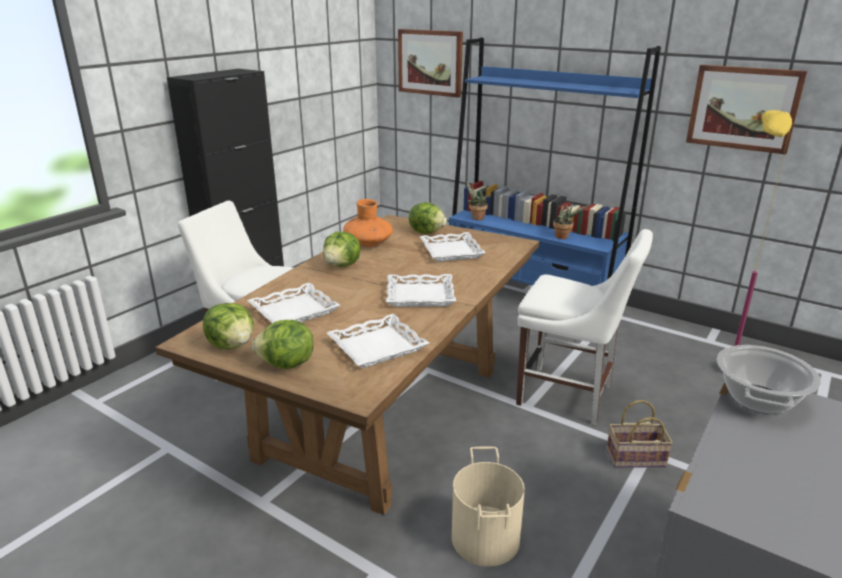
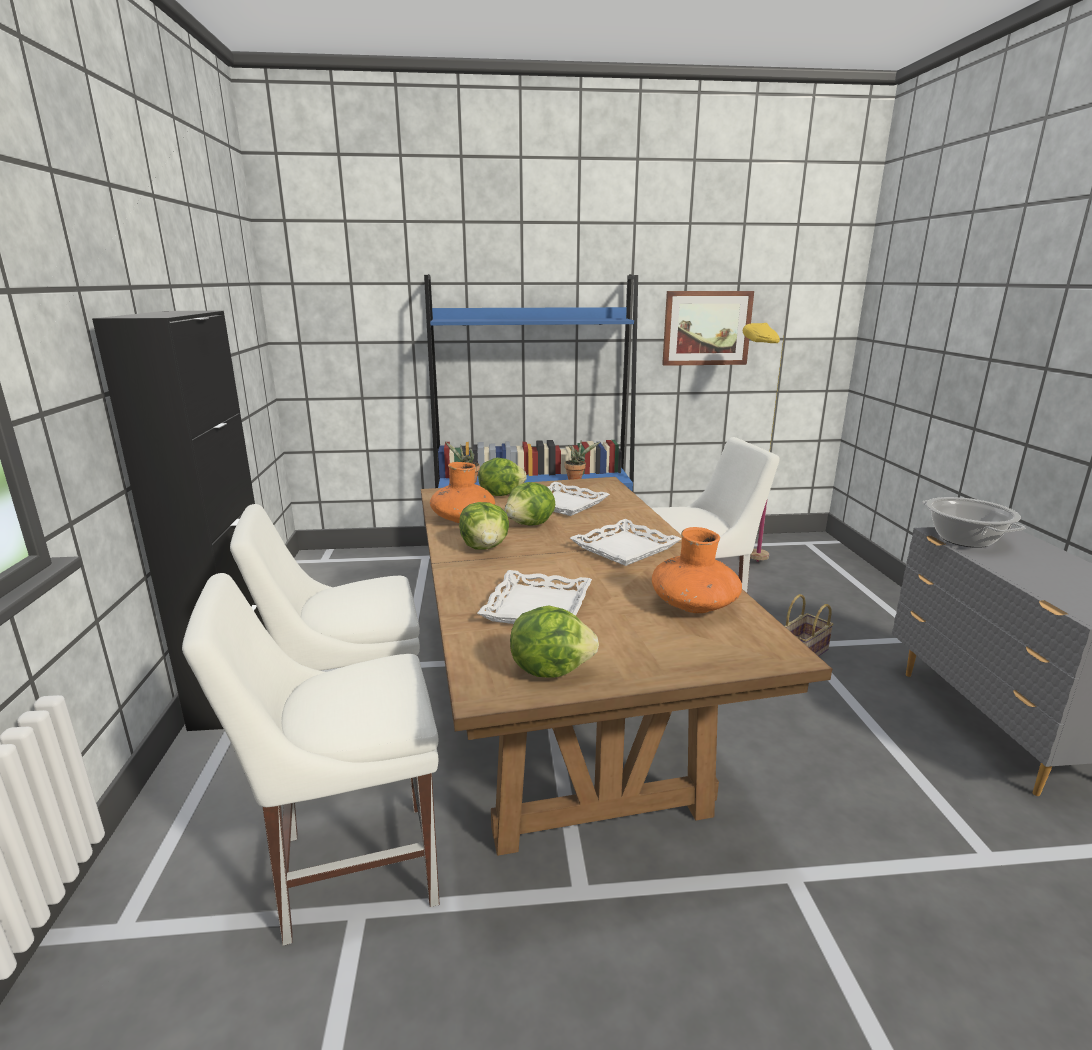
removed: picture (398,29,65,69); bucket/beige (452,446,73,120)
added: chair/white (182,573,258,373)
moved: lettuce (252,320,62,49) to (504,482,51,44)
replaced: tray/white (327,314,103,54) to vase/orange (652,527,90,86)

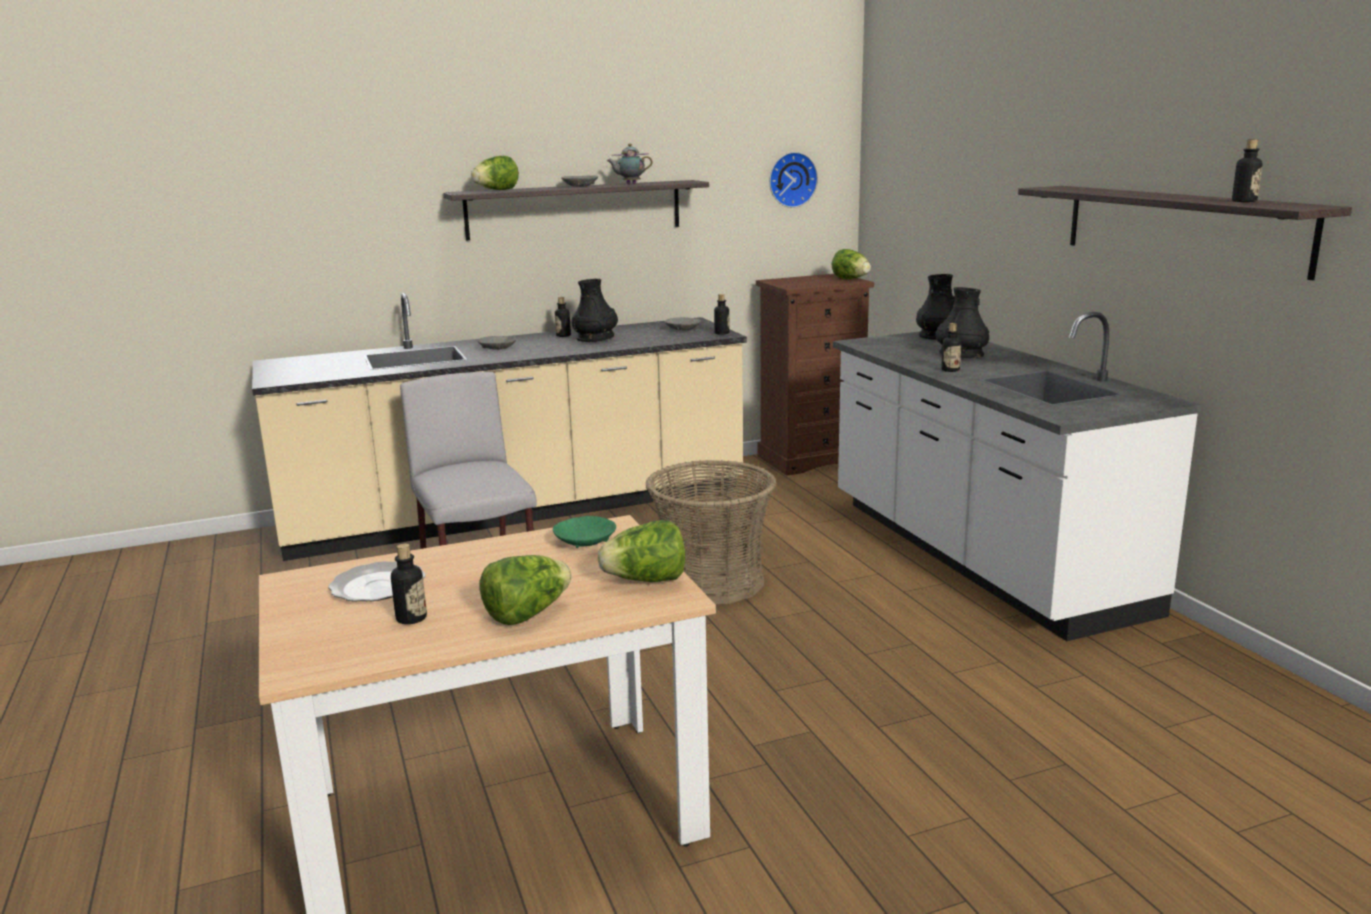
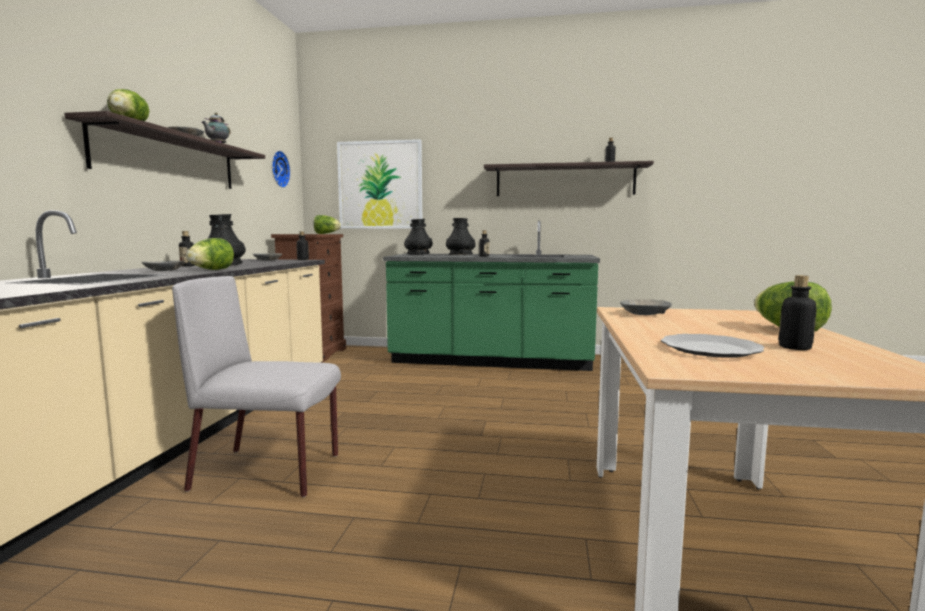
removed: basket (646,460,130,144)
added: picture (337,139,85,90)
moved: lettuce (598,520,87,62) to (186,238,48,32)
recoloured: counter/white (833,312,368,329) to counter/green (383,220,217,151); bowl/green (553,516,63,32) to bowl/grey (620,299,52,16)

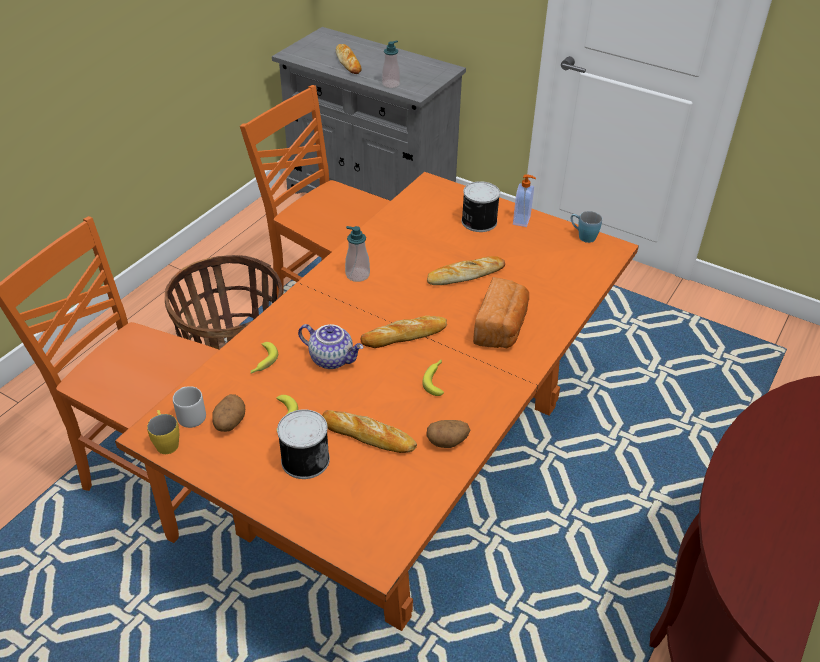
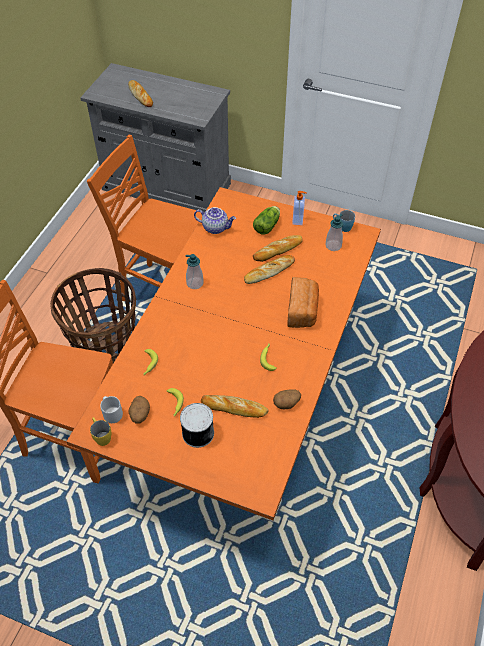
moved: teapot (298,324,66,45) to (194,207,42,27); bread (361,316,86,32) to (253,235,50,27); soap dispenser (382,40,18,48) to (326,214,17,37)
replaced: can (462,181,38,51) to lettuce (253,206,27,29)

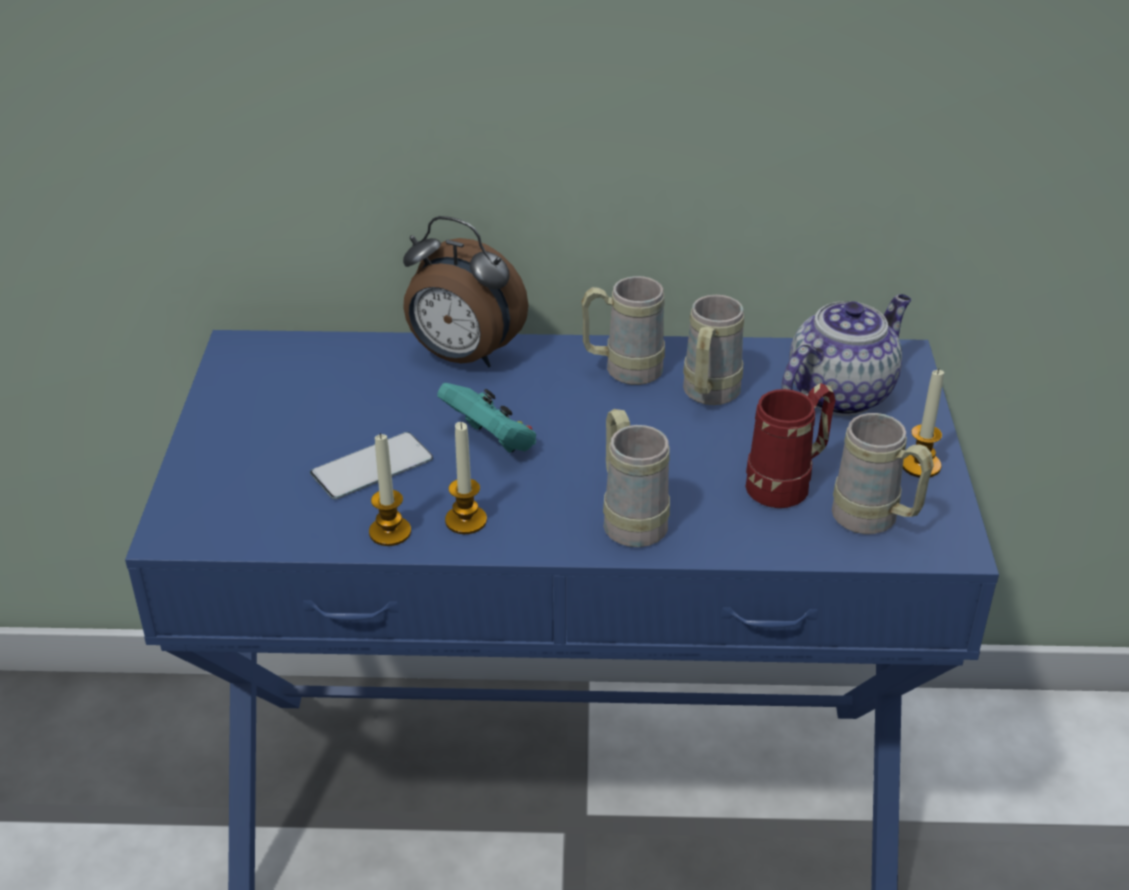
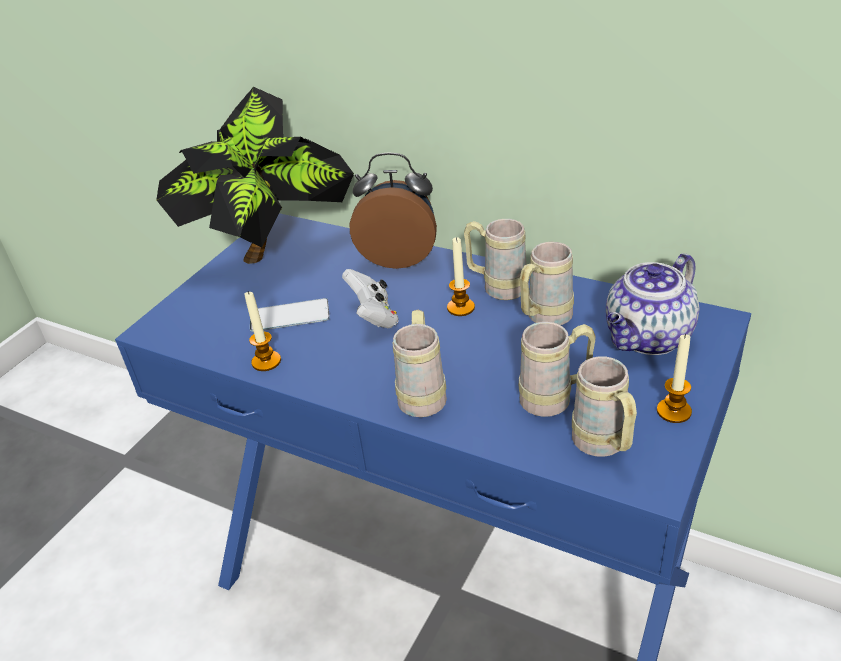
added: potted plant (156,87,198,177)
moved: candle (445,422,42,112) to (447,237,28,79)
recoloured: game controller/turquoise (437,383,99,70) to game controller/white (342,269,57,59); mug/red (745,383,90,125) to mug/beige (519,322,77,95)
turned: alarm clock (403,216,125,151) = (350,153,87,116) 135 degrees clockwise; teapot (781,294,130,122) = (606,253,93,102) 150 degrees clockwise

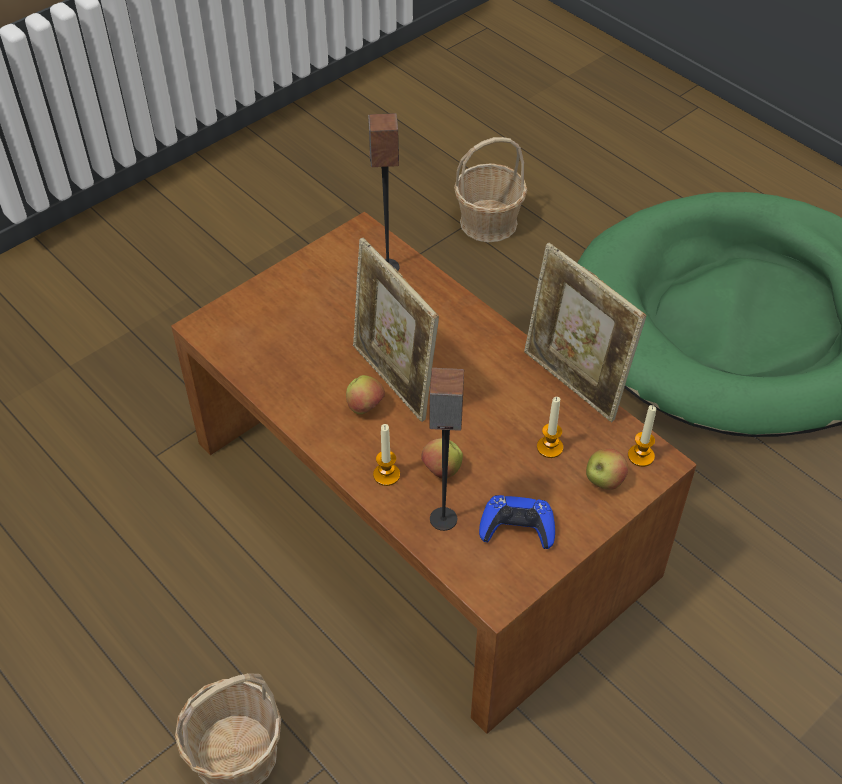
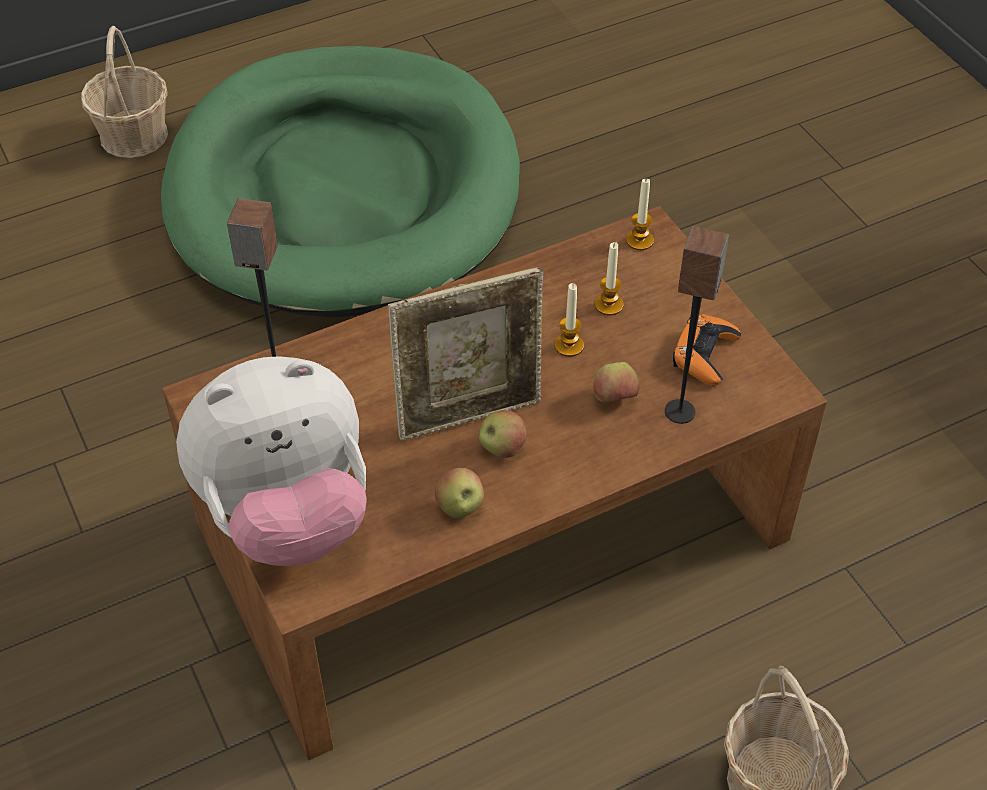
removed: picture frame (524,243,122,179)
added: plush toy (176,356,191,210)
moved: basket (454,137,73,105) to (81,26,87,132); apple (586,449,42,41) to (435,468,49,51); candle (373,424,27,62) to (554,283,30,74)
recoloured: game controller/blue (479,495,76,54) to game controller/orange (673,314,68,72)

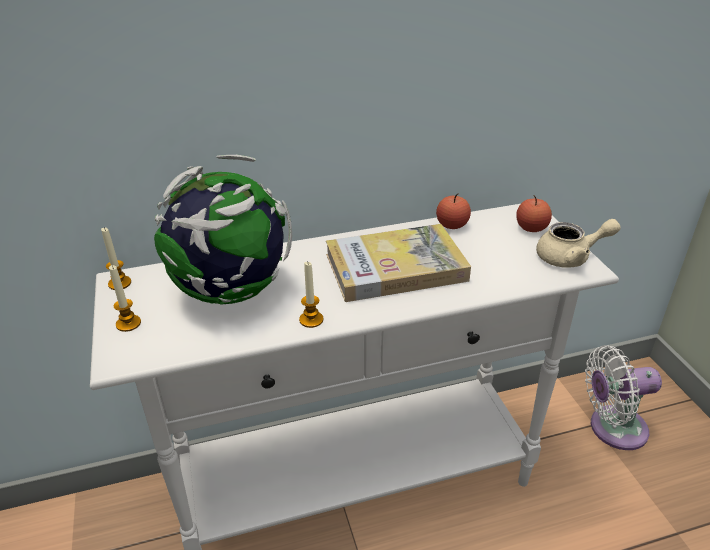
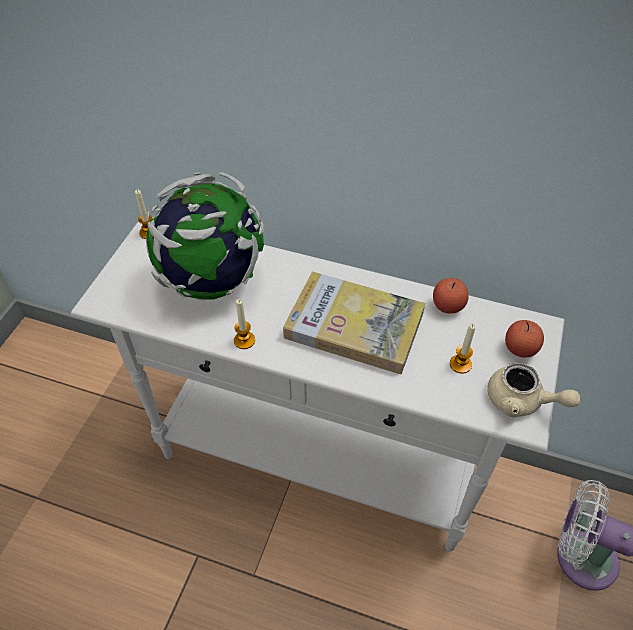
moved: candle (109,265,32,67) to (450,323,26,51)

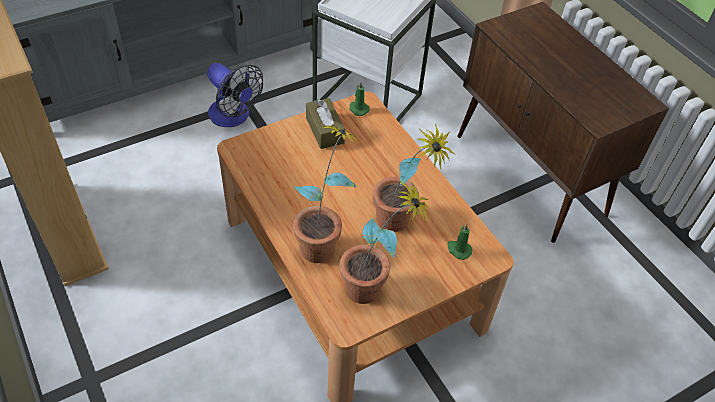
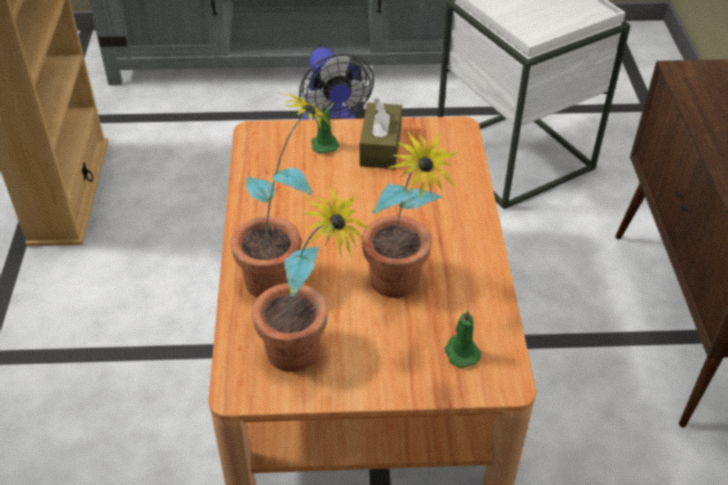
moved: candle/green (349,82,21,34) to (311,101,28,53)

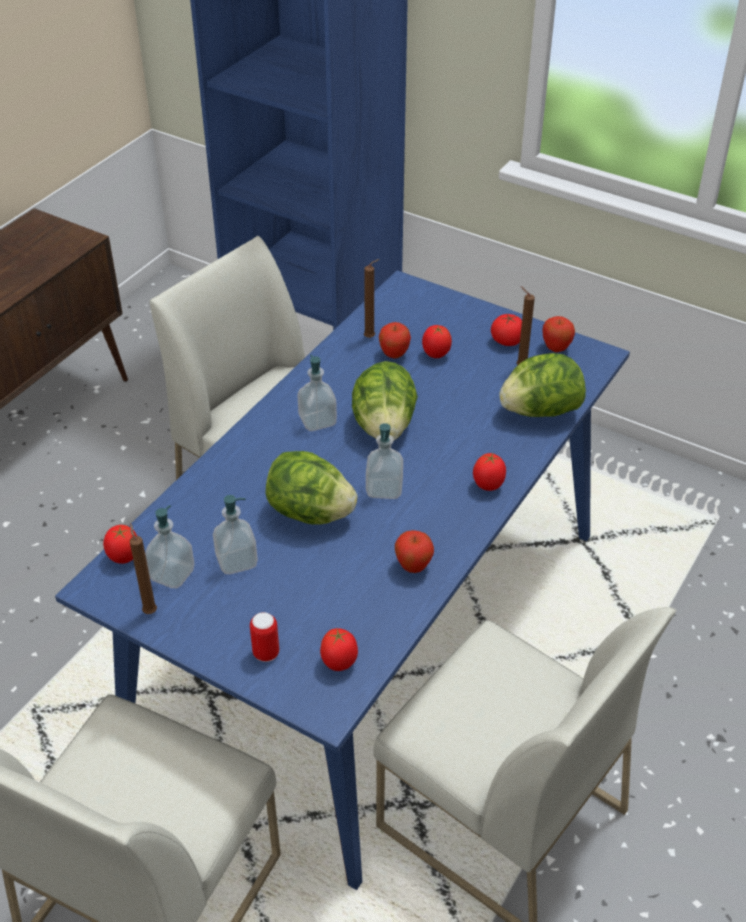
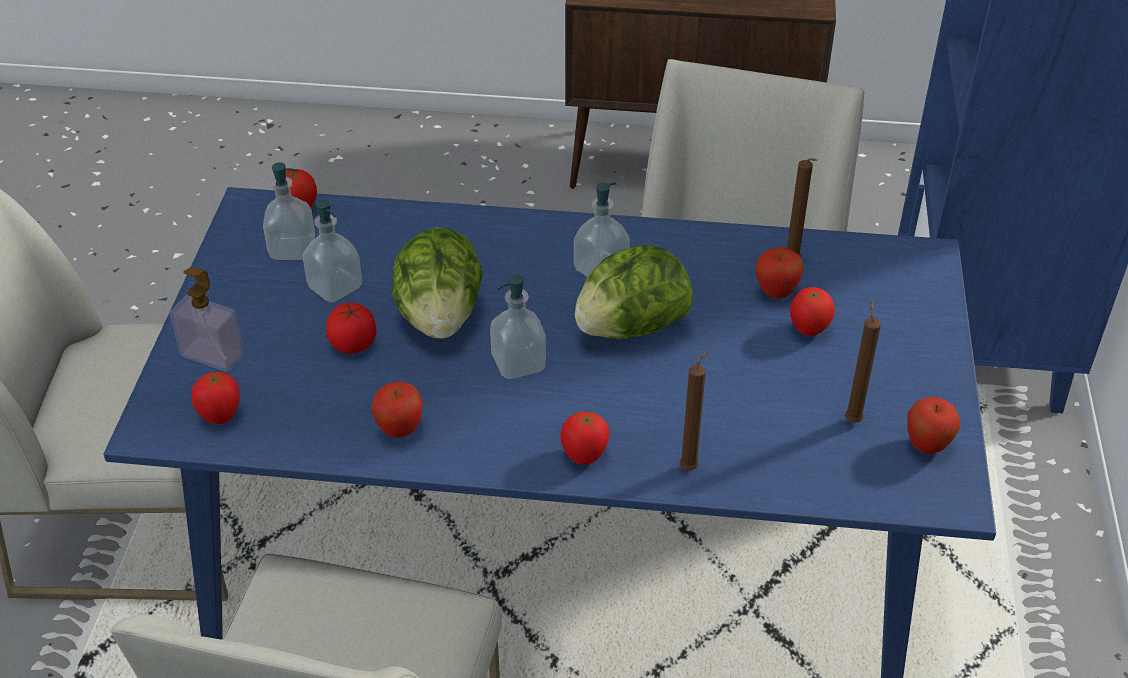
removed: lettuce (500,353,86,64)
moved: tomato (491,314,31,32) to (326,303,51,51); candle/brown (130,523,27,91) to (679,349,30,121)
replaced: can (250,612,29,50) to soap dispenser (170,267,74,105)

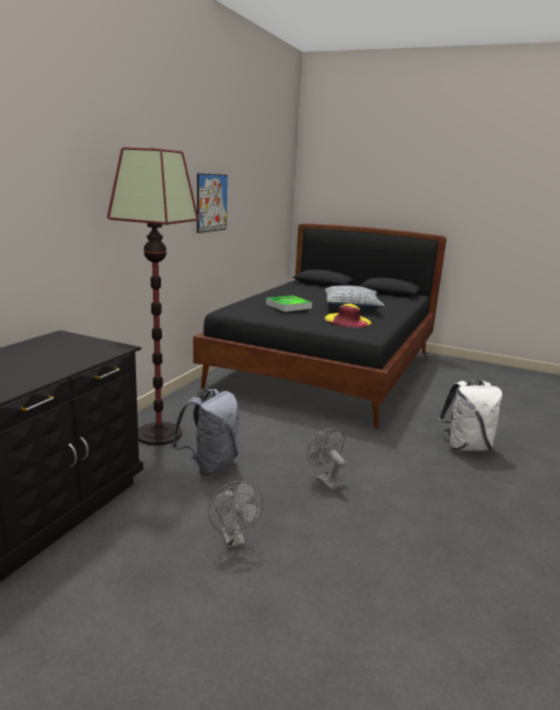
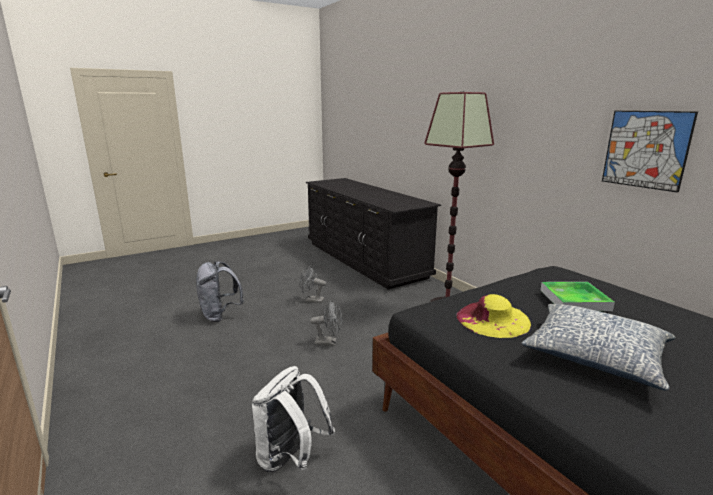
moved: backpack/grey (172,389,68,86) to (196,261,48,61)

